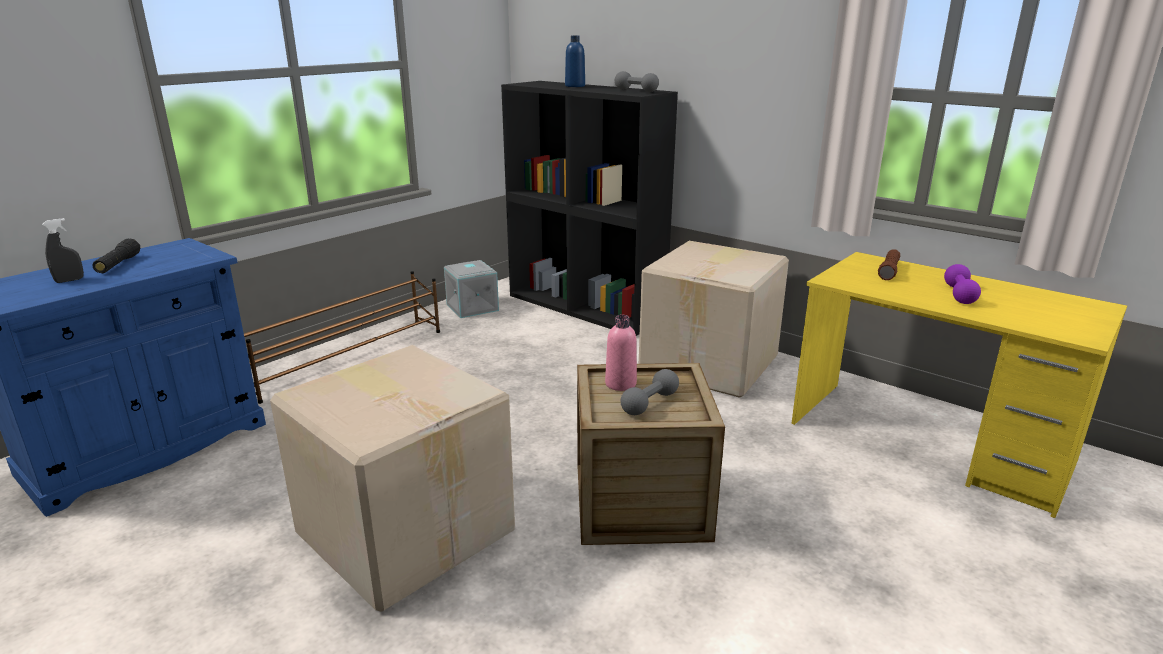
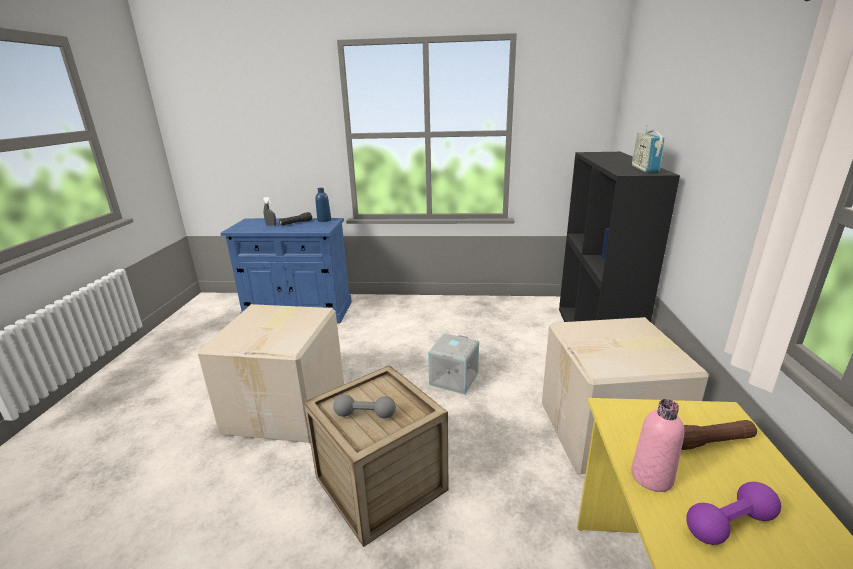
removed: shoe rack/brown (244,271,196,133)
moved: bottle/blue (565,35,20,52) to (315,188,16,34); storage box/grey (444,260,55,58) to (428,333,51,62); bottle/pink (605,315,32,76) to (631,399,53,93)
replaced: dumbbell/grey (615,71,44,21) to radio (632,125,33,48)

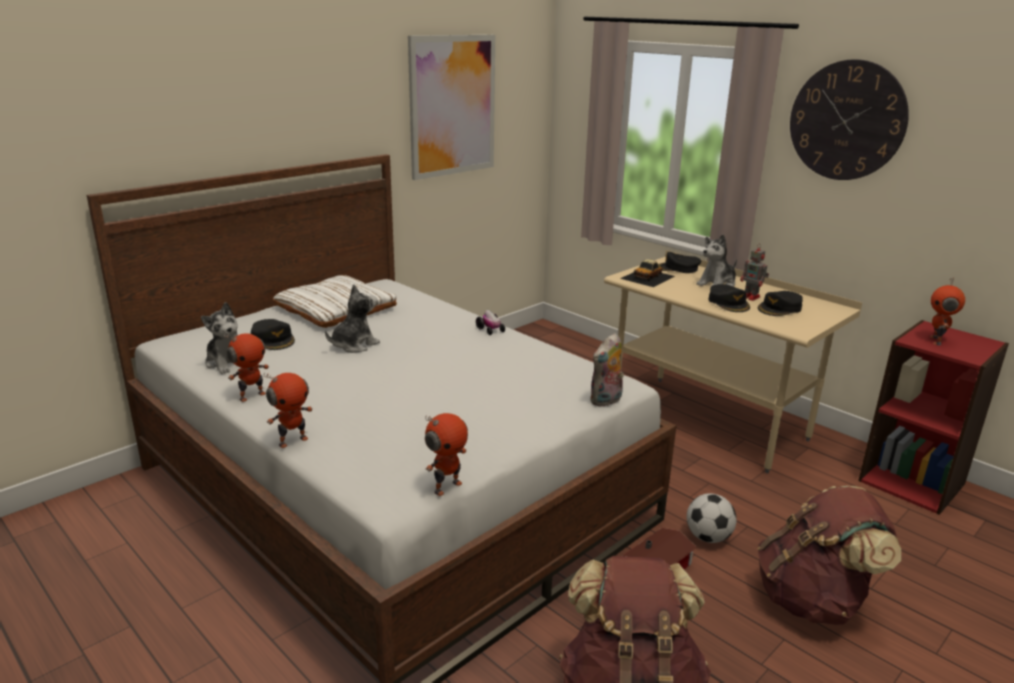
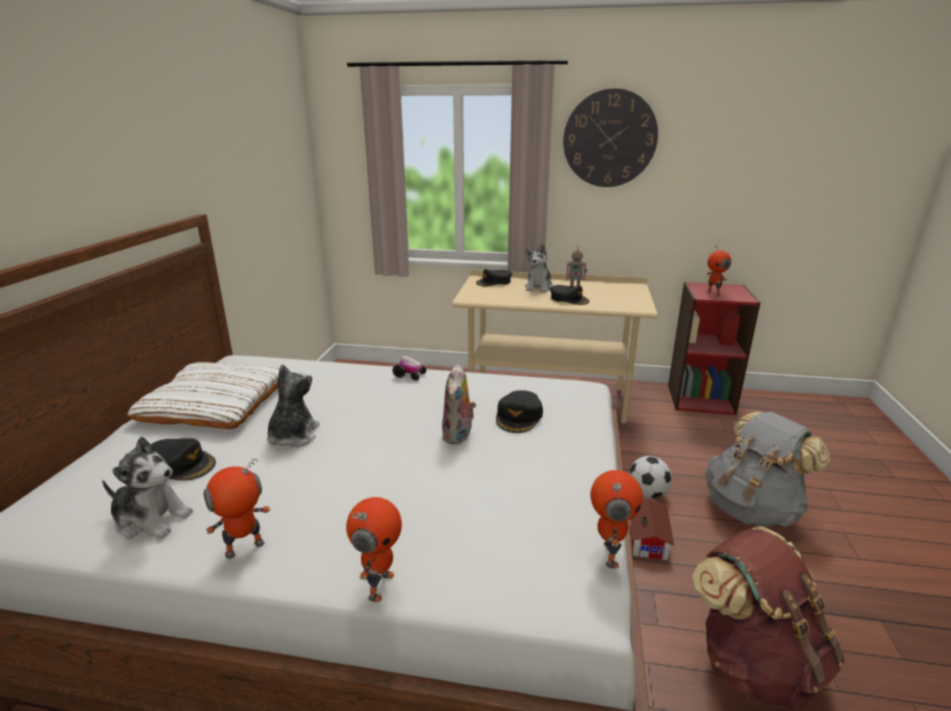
removed: picture (408,35,87,145); toy car (620,259,55,28)
moved: plush toy (590,333,34,74) to (442,364,34,81); cap/black (758,291,45,25) to (496,390,47,43)
recoloured: backpack/brown (757,486,144,139) to backpack/grey (705,411,125,116)
turned: toy robot (224,333,45,69) = (203,459,68,100) 135 degrees counterclockwise

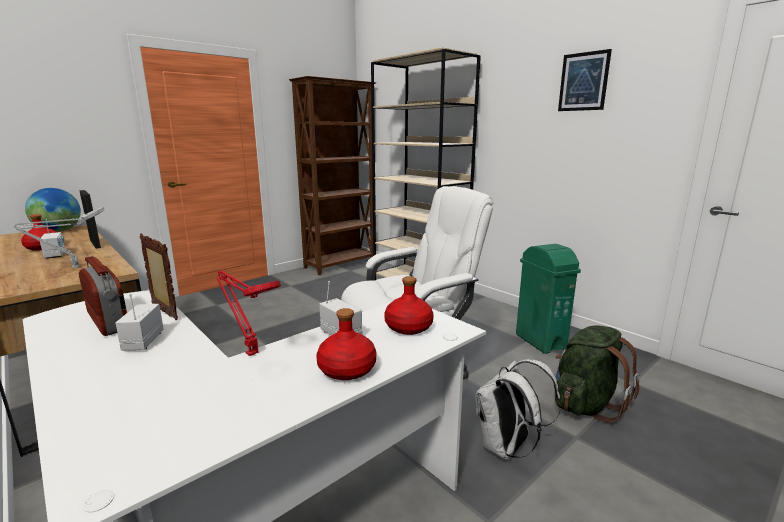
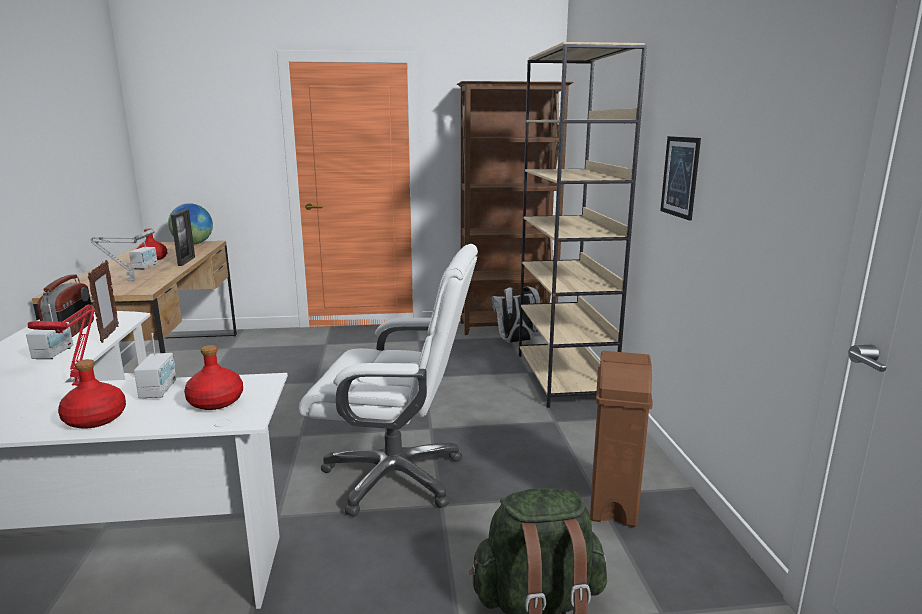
moved: backpack/white (476,359,85,101) to (492,286,49,57); picture (558,49,54,62) to (660,136,41,85)
recoloured: trash can/green (516,244,65,110) to trash can/brown (590,351,63,176)
turned: radio (115,294,49,57) = (26,304,47,55) 150 degrees clockwise

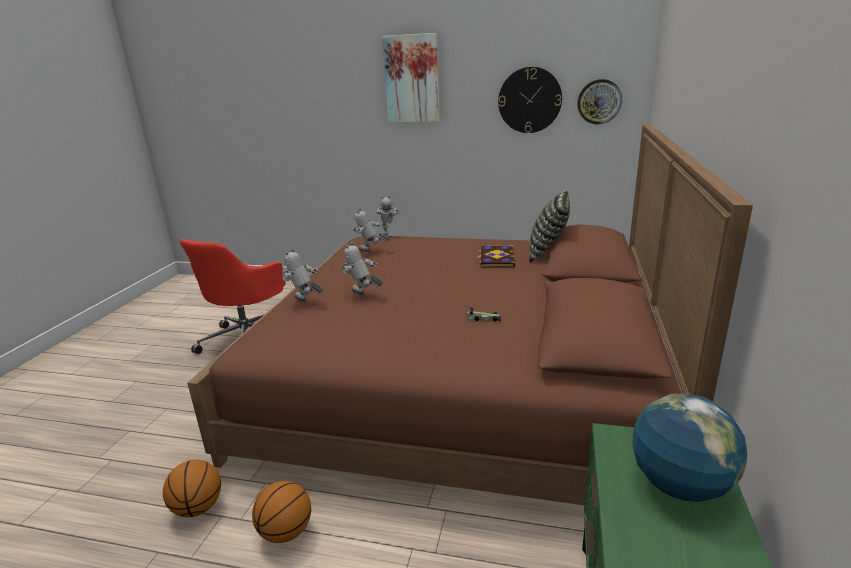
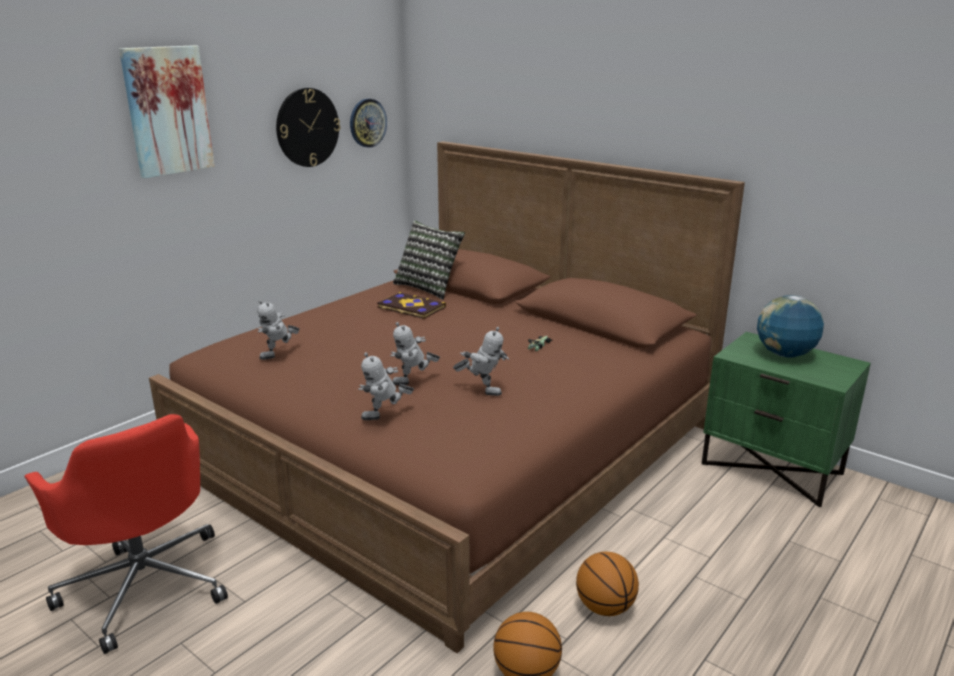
moved: toy robot (376,196,23,40) to (453,327,56,69)

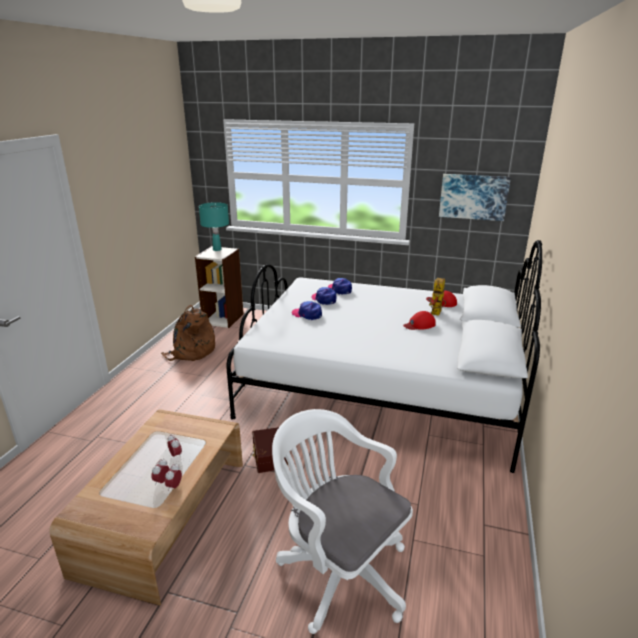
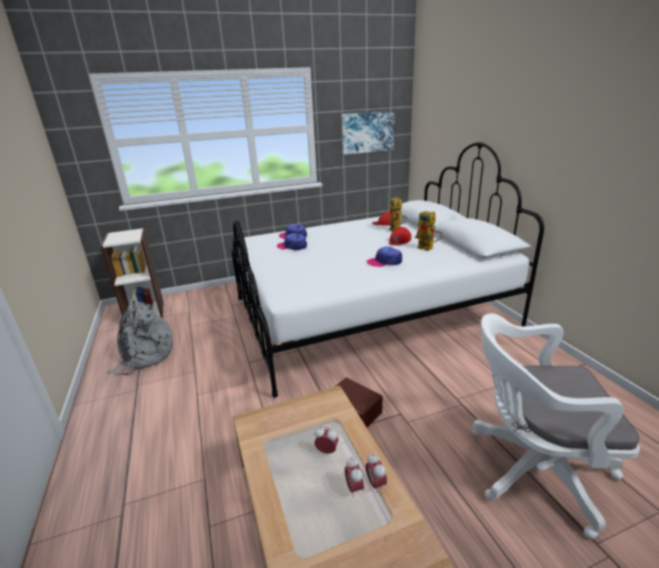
removed: table lamp/turquoise (199,202,30,49)
added: toy robot (415,211,28,40)
moved: cap (292,301,30,19) to (366,246,36,21)
recoloured: backpack/brown (161,305,54,56) to backpack/grey (107,299,66,76)

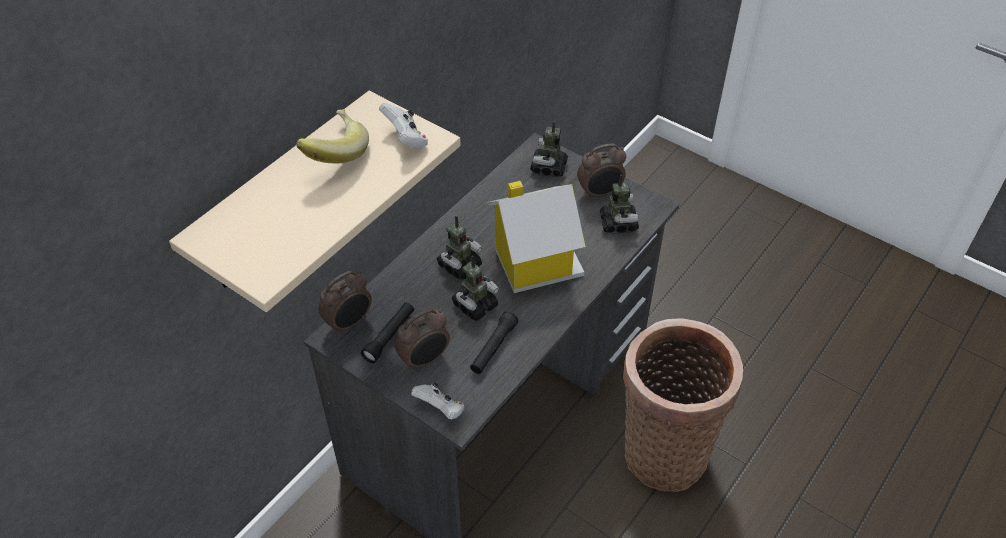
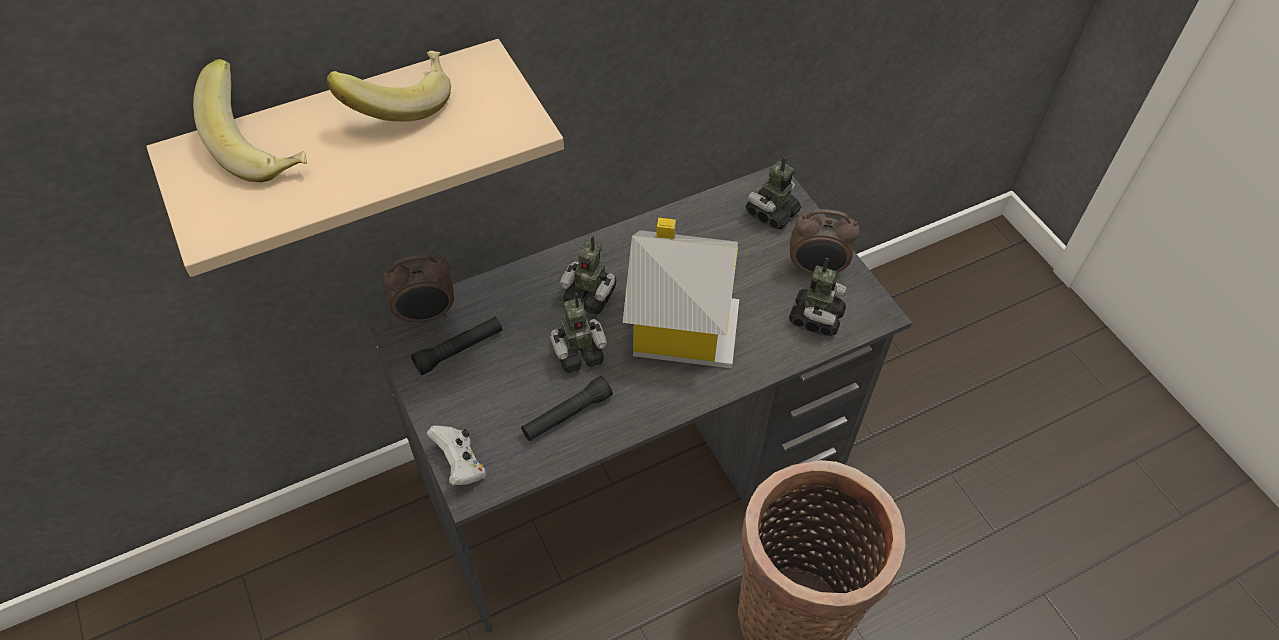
removed: game controller/white (379,103,49,46); alarm clock (395,309,55,63)
added: banana (193,59,114,123)
turned: toy robot (437,216,45,64) = (560,235,57,79) 45 degrees clockwise

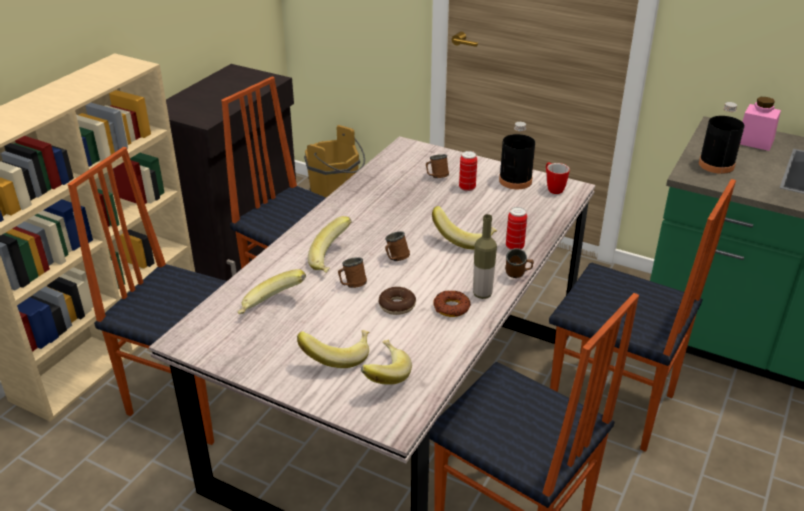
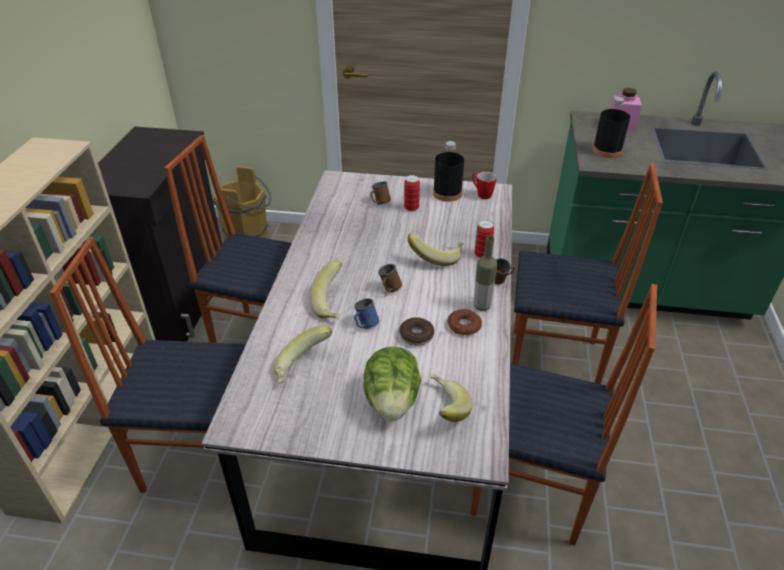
replaced: banana (297,330,72,38) to lettuce (363,346,58,75)
recoloured: mug/brown (338,257,29,31) to mug/blue (354,298,25,31)

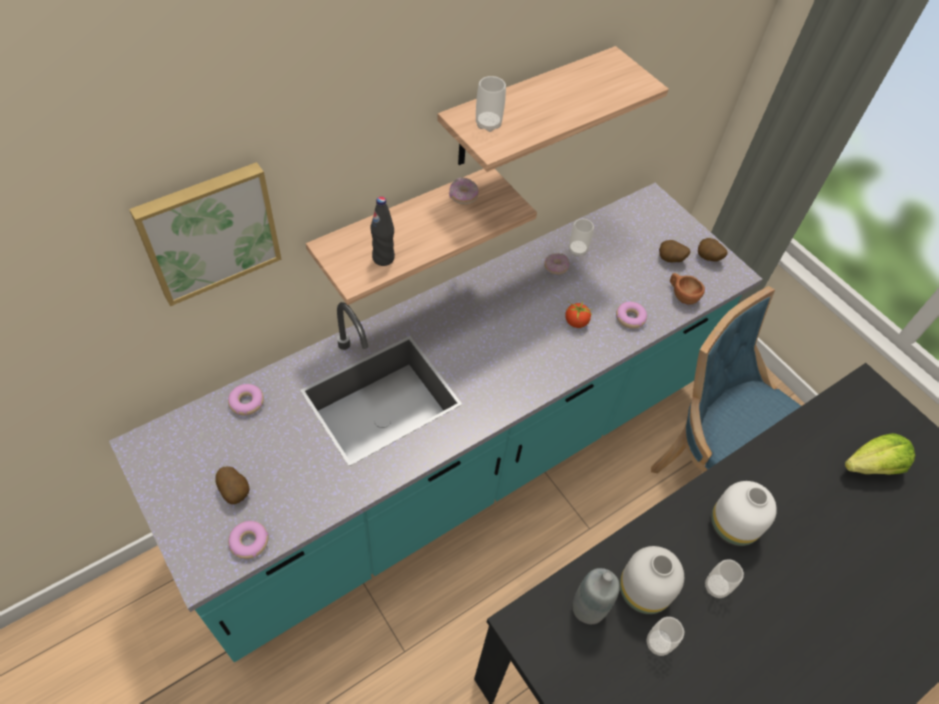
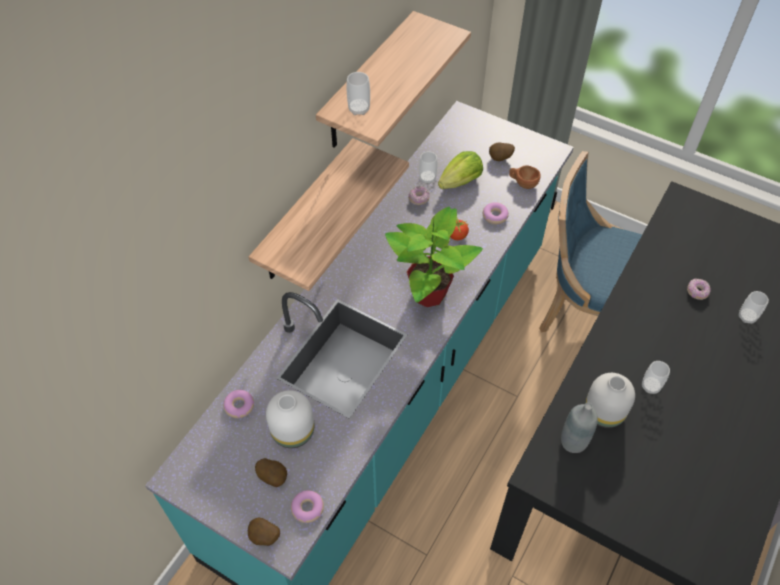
removed: picture (129,162,152,144); bottle/black (370,196,25,70)
added: potted plant (385,207,98,100)
moved: potato (698,238,30,24) to (248,518,32,28); vase/white (711,481,66,65) to (266,390,49,58); lettuce (845,433,70,42) to (438,151,45,38); donut (449,178,30,27) to (687,278,24,22); cup (647,617,37,39) to (739,291,30,33)

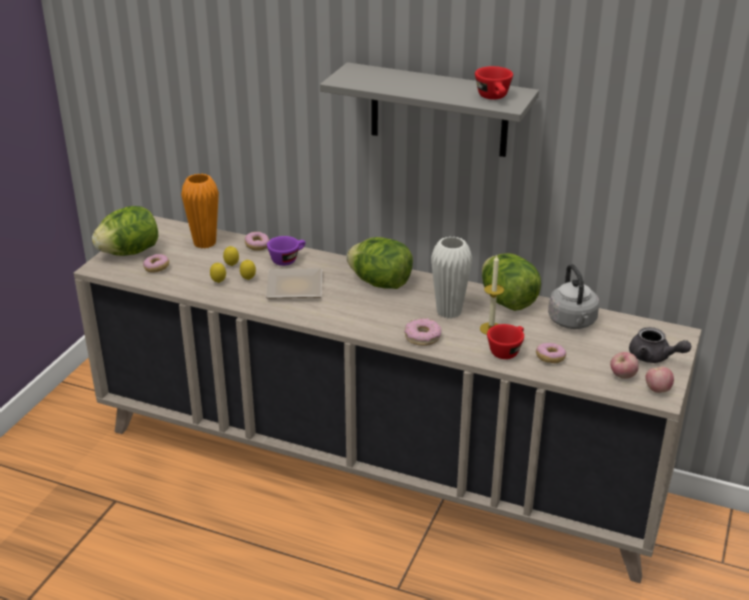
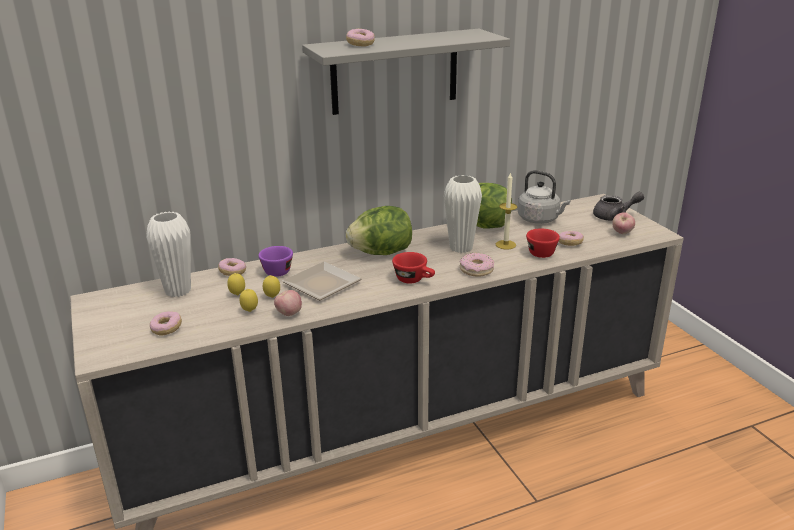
removed: lettuce (92,206,66,50)
added: donut (346,29,29,18)
moved: apple (645,367,29,26) to (274,290,28,26); cup/red (475,66,38,33) to (392,252,43,31)
recoloured: vase/orange (181,173,38,76) to vase/white (146,211,45,86)

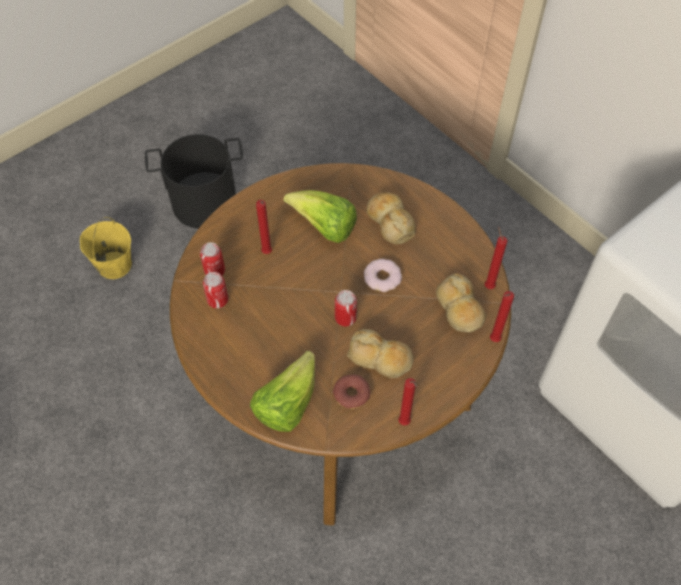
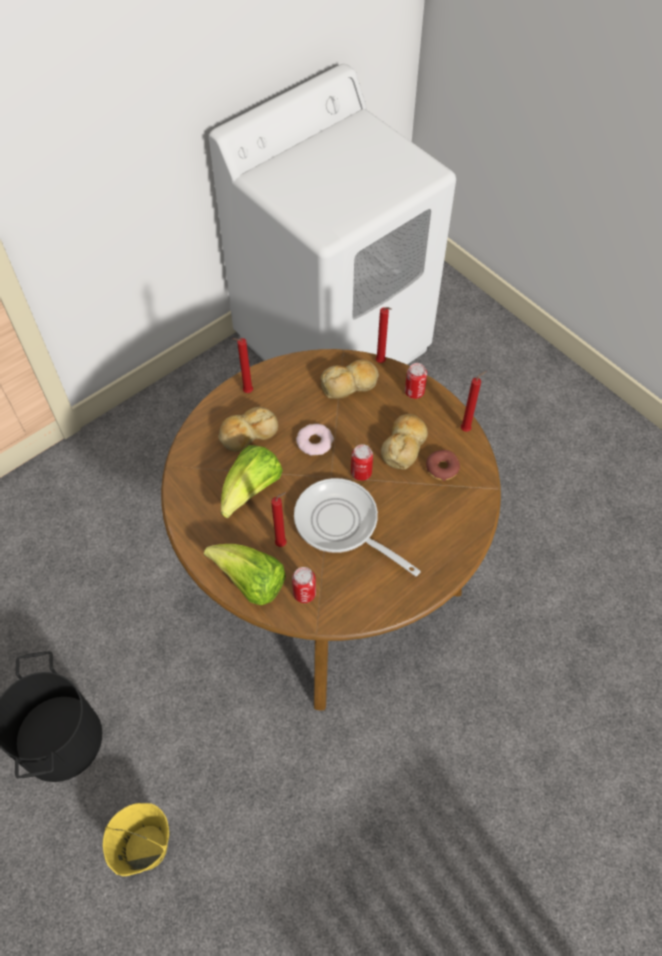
added: frying pan (294,478,127,98)
moved: lettuce (250,351,65,81) to (204,544,82,61); candle/red (485,227,23,62) to (232,338,21,55); can (203,272,25,36) to (405,363,22,36)

